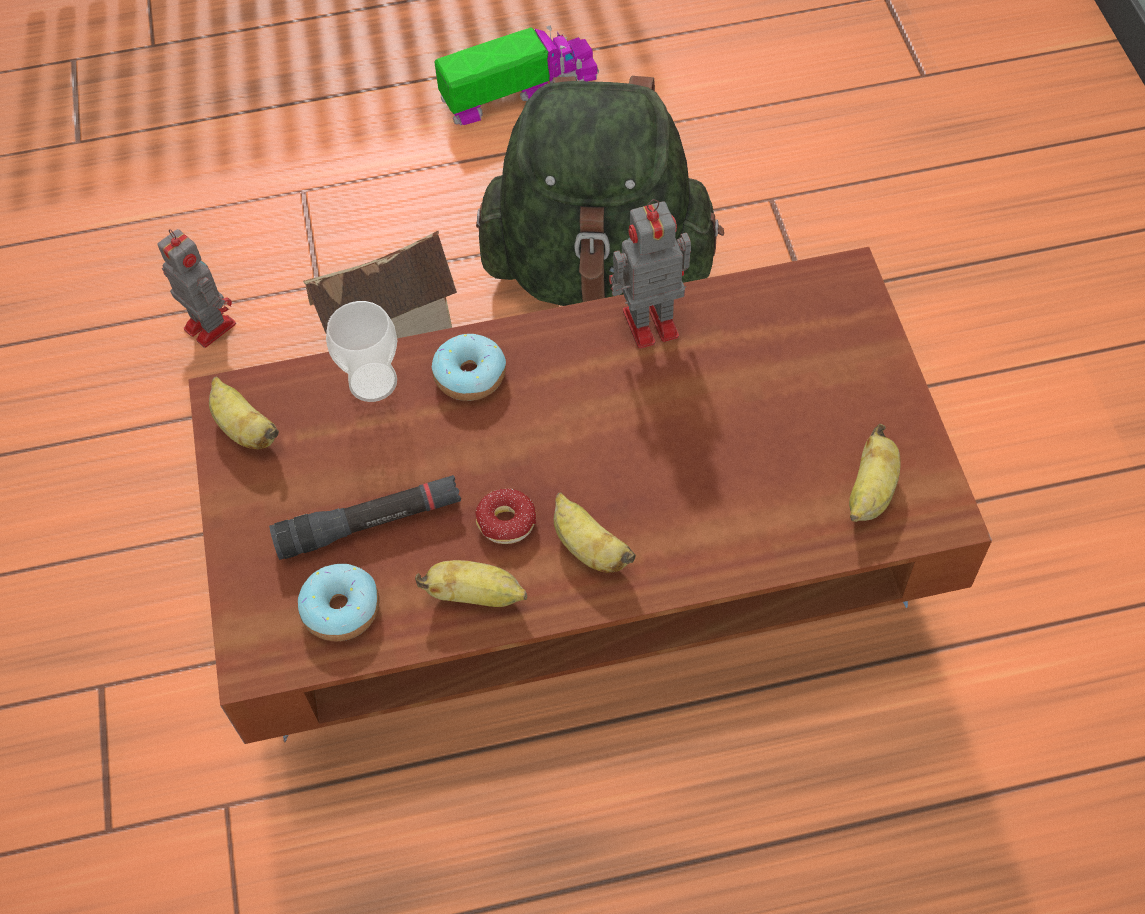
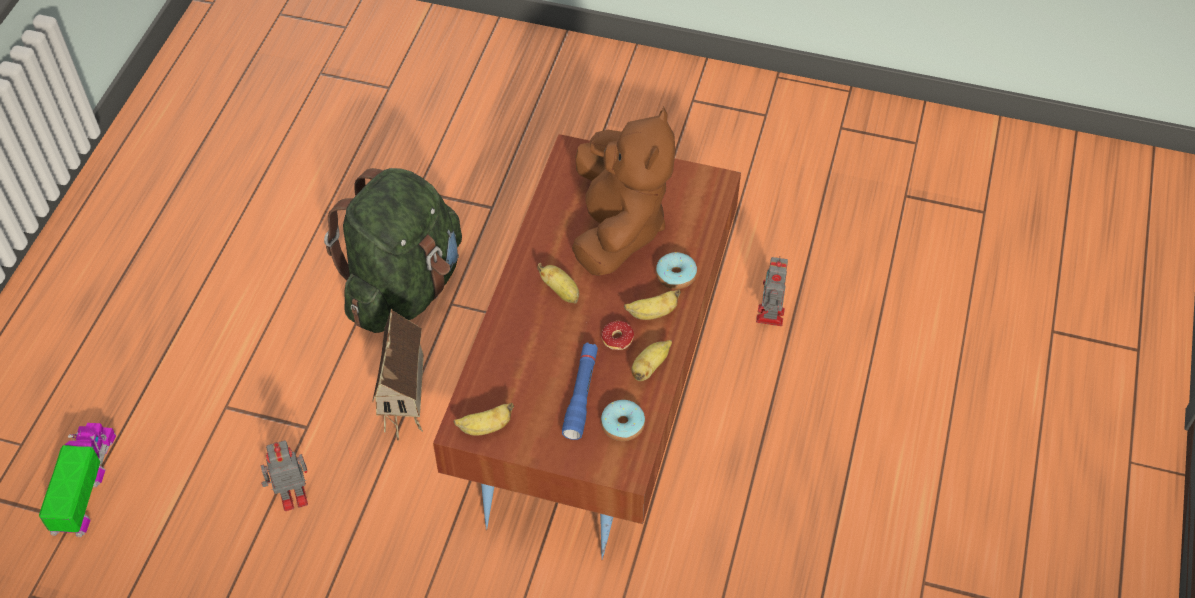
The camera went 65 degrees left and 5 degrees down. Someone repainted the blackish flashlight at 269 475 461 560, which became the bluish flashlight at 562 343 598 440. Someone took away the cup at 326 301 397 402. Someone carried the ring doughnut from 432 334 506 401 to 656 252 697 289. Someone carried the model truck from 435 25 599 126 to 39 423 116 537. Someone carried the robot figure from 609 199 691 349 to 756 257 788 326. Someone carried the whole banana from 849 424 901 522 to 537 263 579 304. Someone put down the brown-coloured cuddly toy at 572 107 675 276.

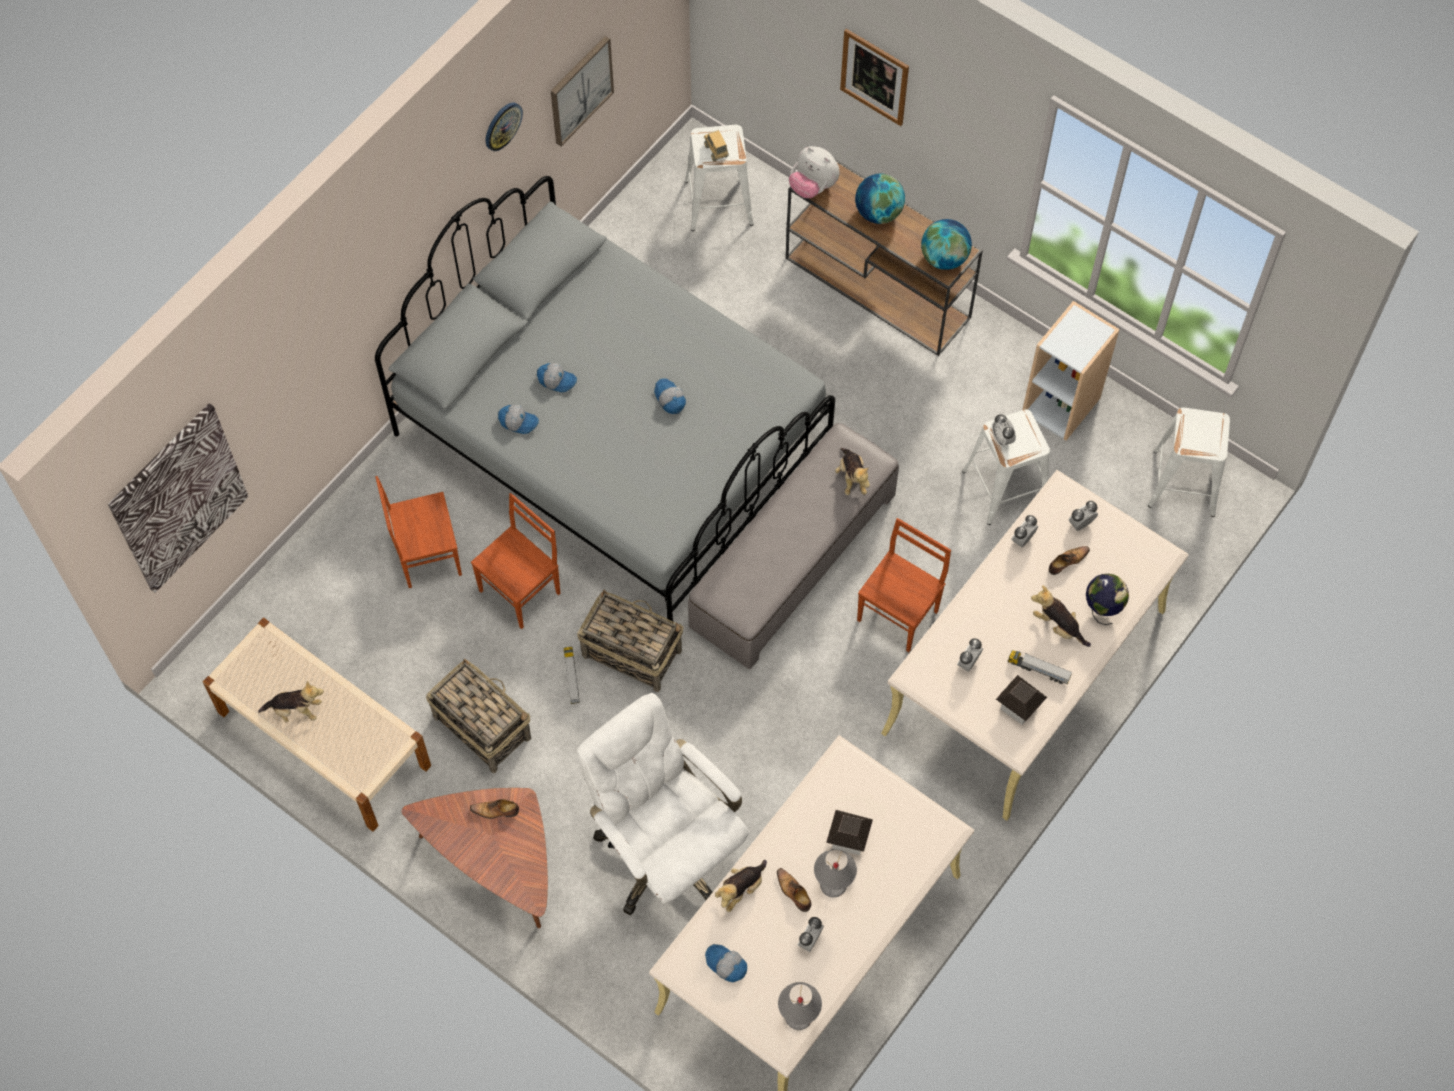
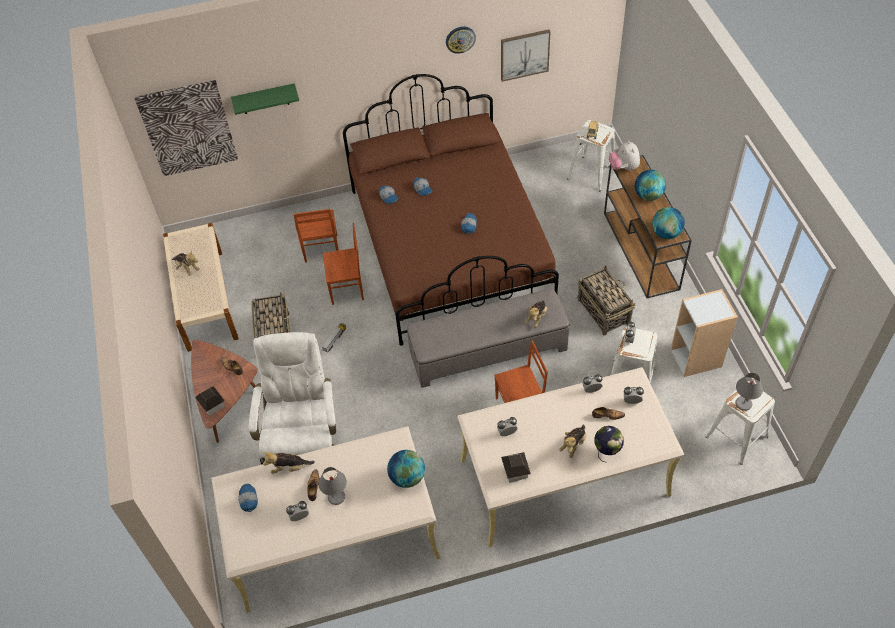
The camera went 40 degrees right and 10 degrees down. Someone repainted the greyish bed at 375 176 835 624, which became the brown-coloured bed at 343 74 559 346. Someone rotated the brown-coloured upright chair at 375 476 462 588 by 120 degrees counterclockwise. Someone carried the storage basket from 577 590 683 692 to 578 266 635 336. Someone carried the greyish tabletop lamp from 778 982 822 1030 to 735 373 763 411. Someone carried the model house from 826 810 873 855 to 195 386 224 416. Someone took away the picture at 840 29 909 126. Someone took away the model truck at 1008 650 1072 684. Someone rotated the cuddly toy at 1031 585 1091 647 by 135 degrees counterclockwise. Someone put up the green bracket shelf at 231 83 299 115. Someone put down the desk globe at 387 450 425 488.

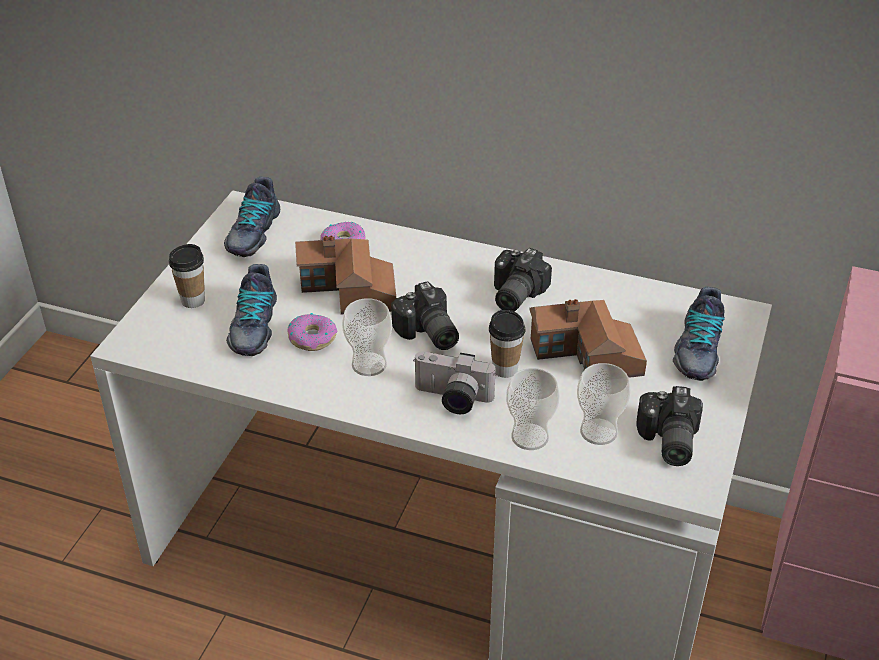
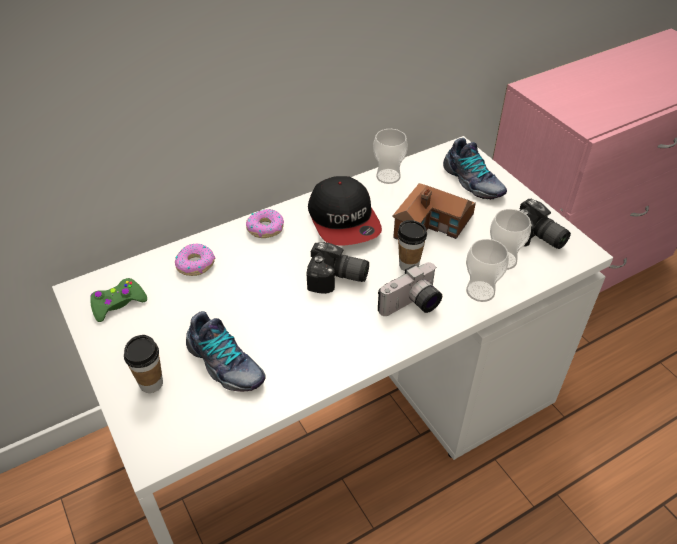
The camera went 50 degrees left and 5 degrees up. Someone swapped the shoe at 224 177 280 257 for the green gamepad at 90 278 147 322. Someone carried the ring doughnut from 287 313 337 351 to 246 209 284 238. Someone took away the model house at 295 236 396 315. Someone carried the cup from 342 298 392 376 to 373 129 408 184. Someone swapped the photo camera at 494 248 552 311 for the cap at 308 176 382 246.

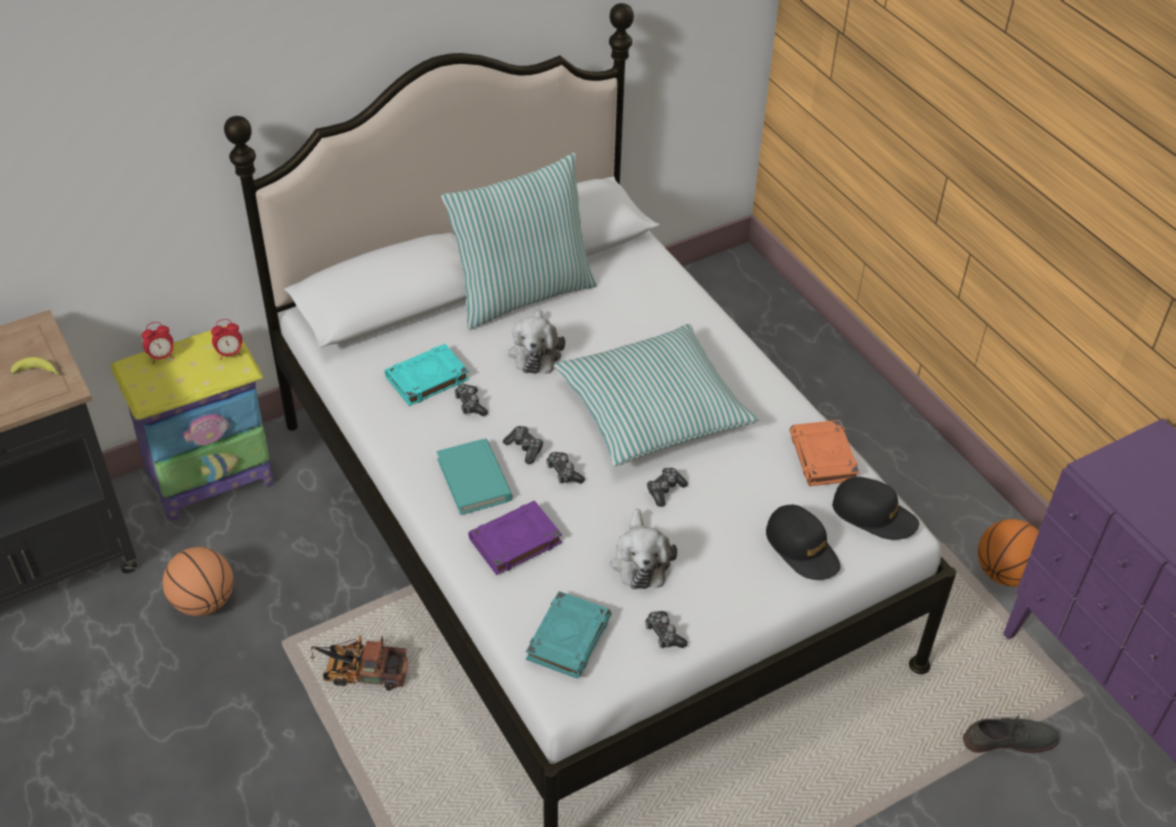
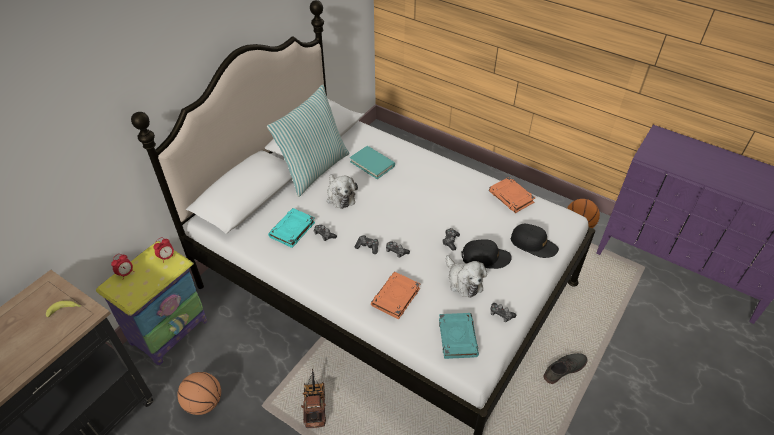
The camera went 25 degrees left and 0 degrees up. Someone rotated the model truck at 310 635 408 691 by 105 degrees clockwise. Someone carried the turquoise-coloured book from 437 438 513 515 to 350 146 395 179. Someone repainted the purplish book at 468 501 562 575, which became the orangey book at 371 272 420 320. Someone took away the pillow at 555 324 759 466. Someone carried the blackish cap from 832 477 919 540 to 461 239 512 269. Someone carried the greyish shoe from 963 715 1060 753 to 543 353 588 384.

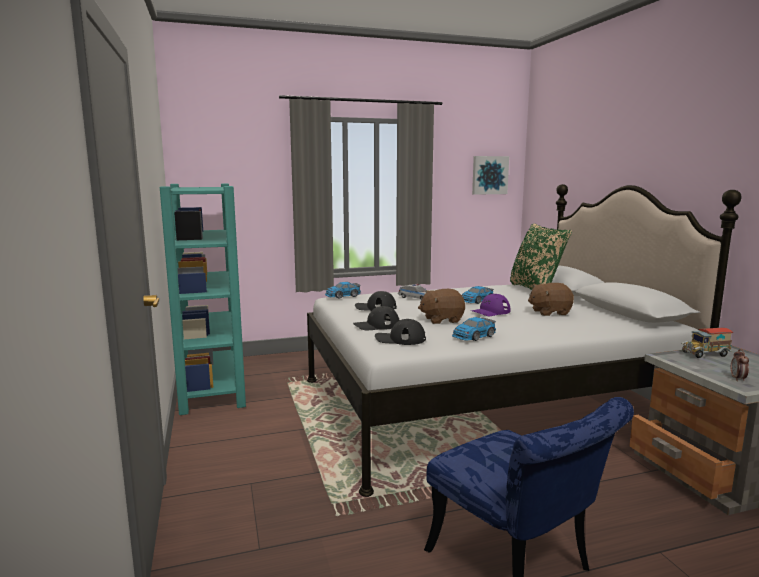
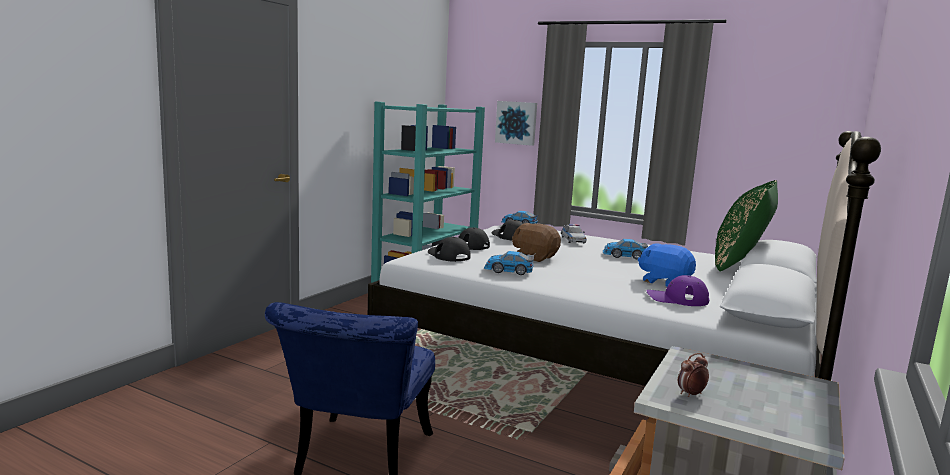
The camera went 45 degrees right and 0 degrees up. Someone carried the purplish cap from 471 294 510 316 to 647 275 710 306. Someone carried the picture from 472 156 509 195 to 495 101 537 146. Someone repainted the brown-coloured cuddly toy at 528 283 574 316, which became the bluish cuddly toy at 638 243 696 287. Someone took away the model truck at 682 328 733 358.

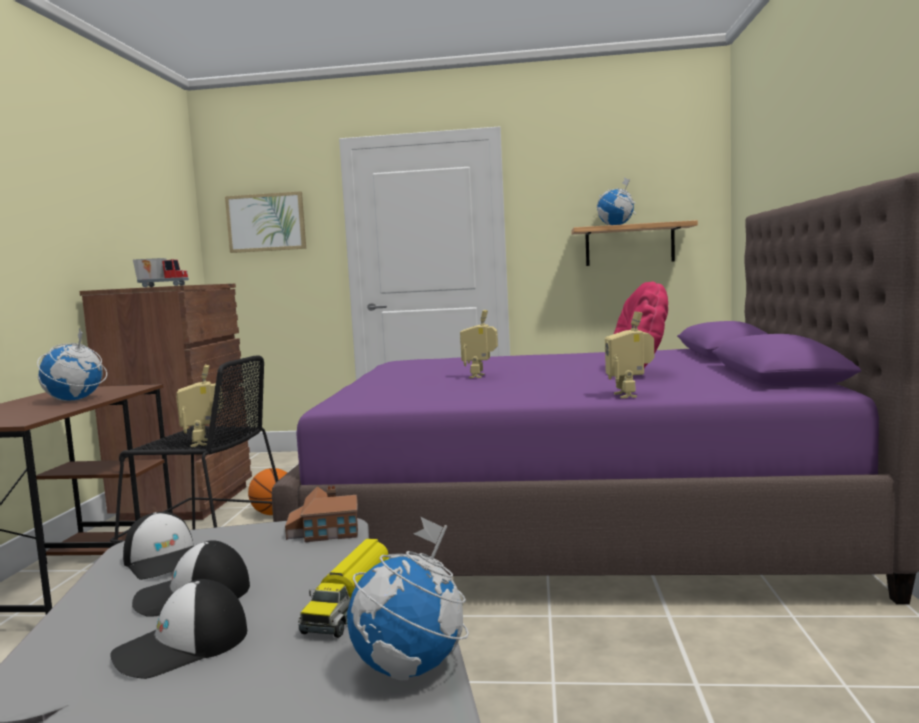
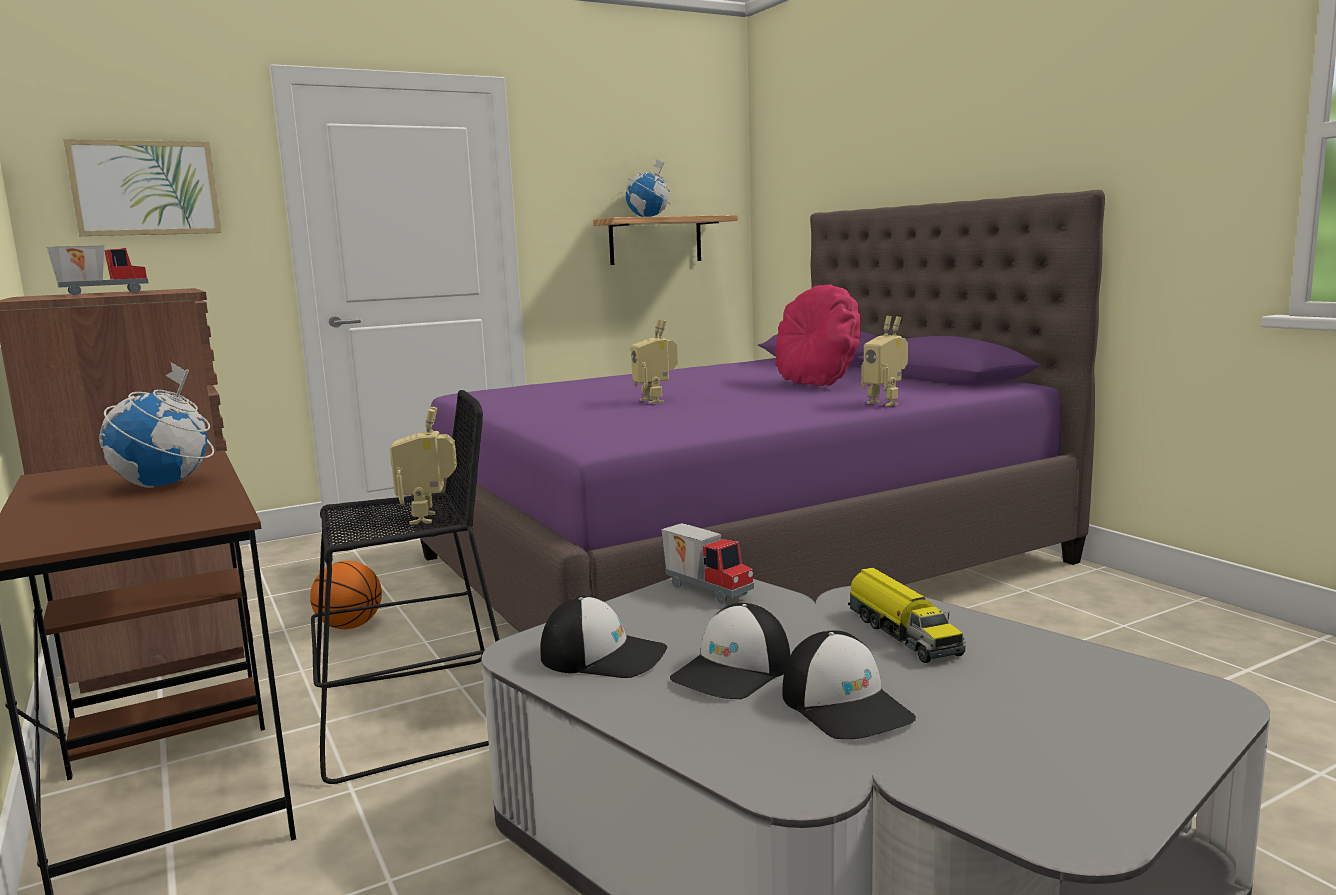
The camera went 35 degrees left and 5 degrees up. Someone rotated the cap at 110 579 247 679 by 45 degrees counterclockwise. Someone rotated the robot figure at 176 365 223 447 by 45 degrees clockwise. Someone swapped the model house at 285 486 358 542 for the model truck at 662 523 754 604. Someone took away the desk globe at 347 517 469 680.

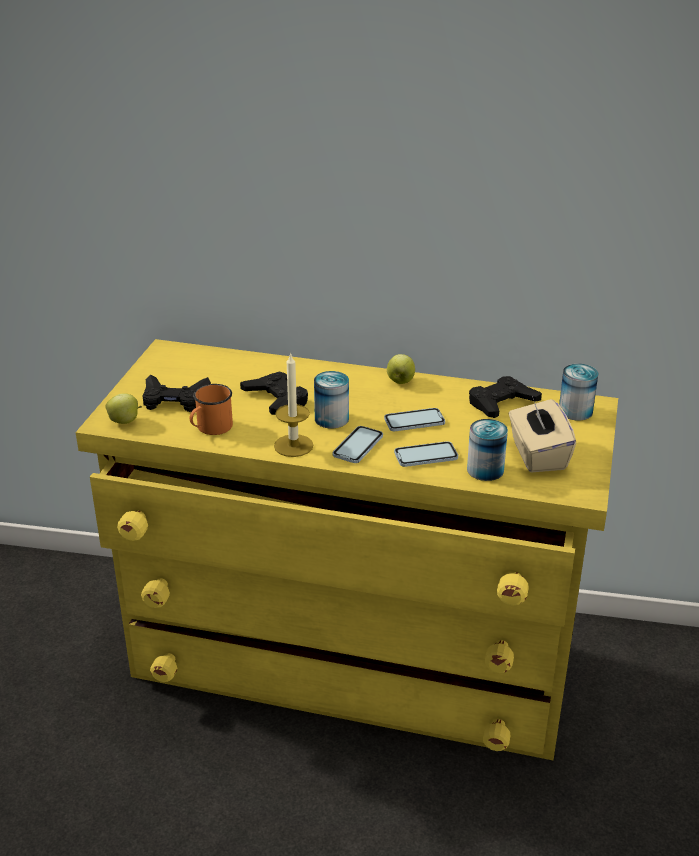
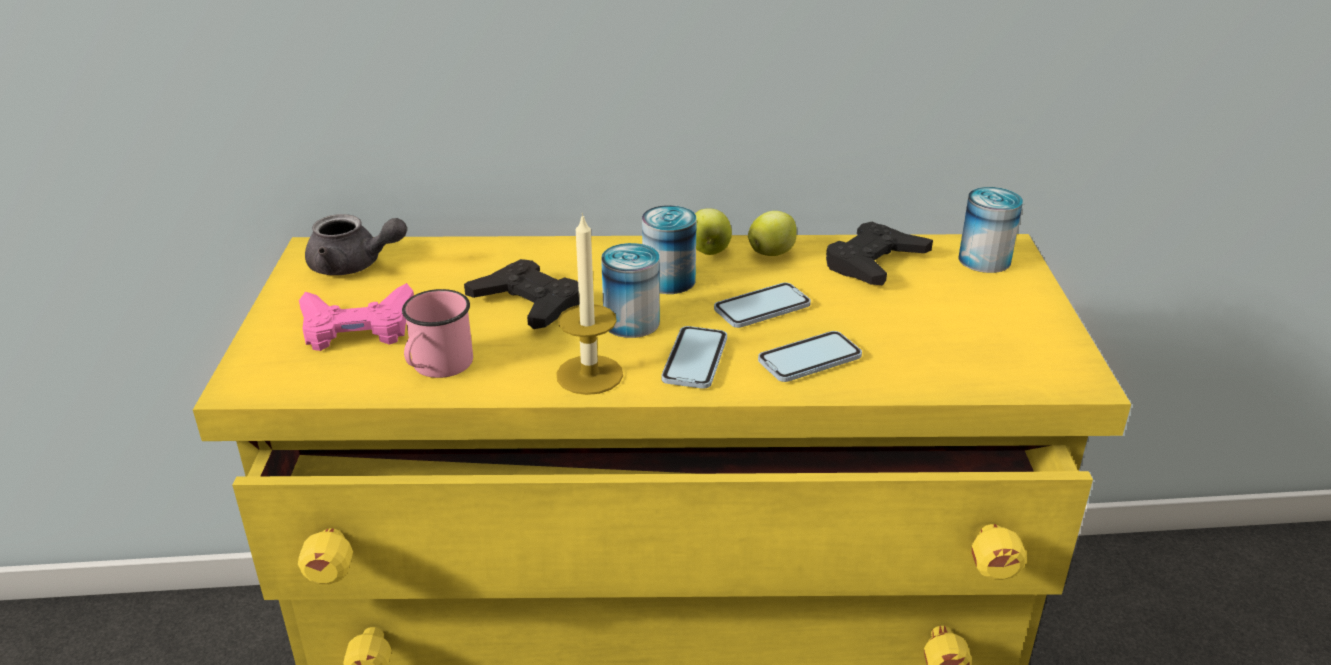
The camera went 15 degrees left and 0 degrees up. Someone carried the whole apple from 105 393 142 424 to 748 211 797 256. Someone repainted the blackish gamepad at 143 375 211 412, which became the pink-coloured gamepad at 299 283 414 351. Someone repainted the orangey mug at 190 384 233 435, which became the pink-coloured mug at 402 289 473 378. Someone carried the can from 467 419 508 481 to 642 205 697 294. Someone took away the beige-coloured box of tissues at 508 396 576 472. Someone put down the greyish teapot at 305 214 407 275.

